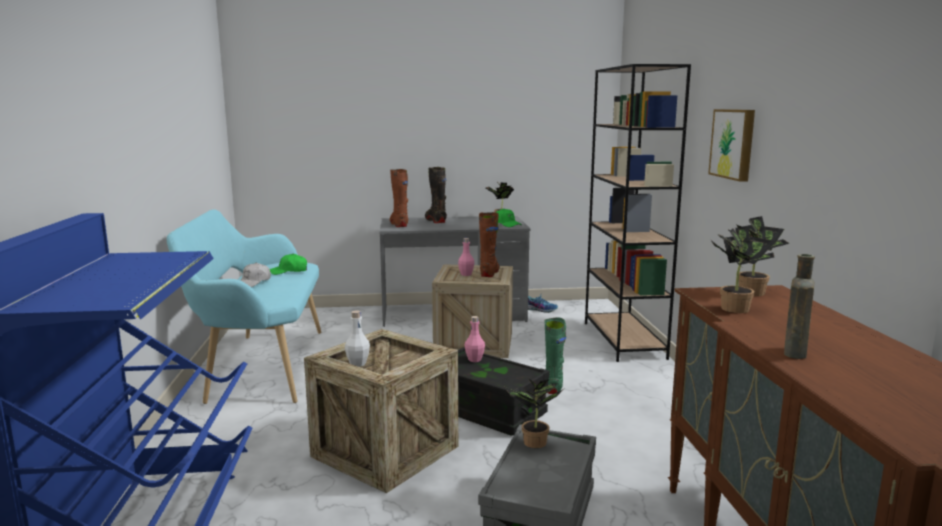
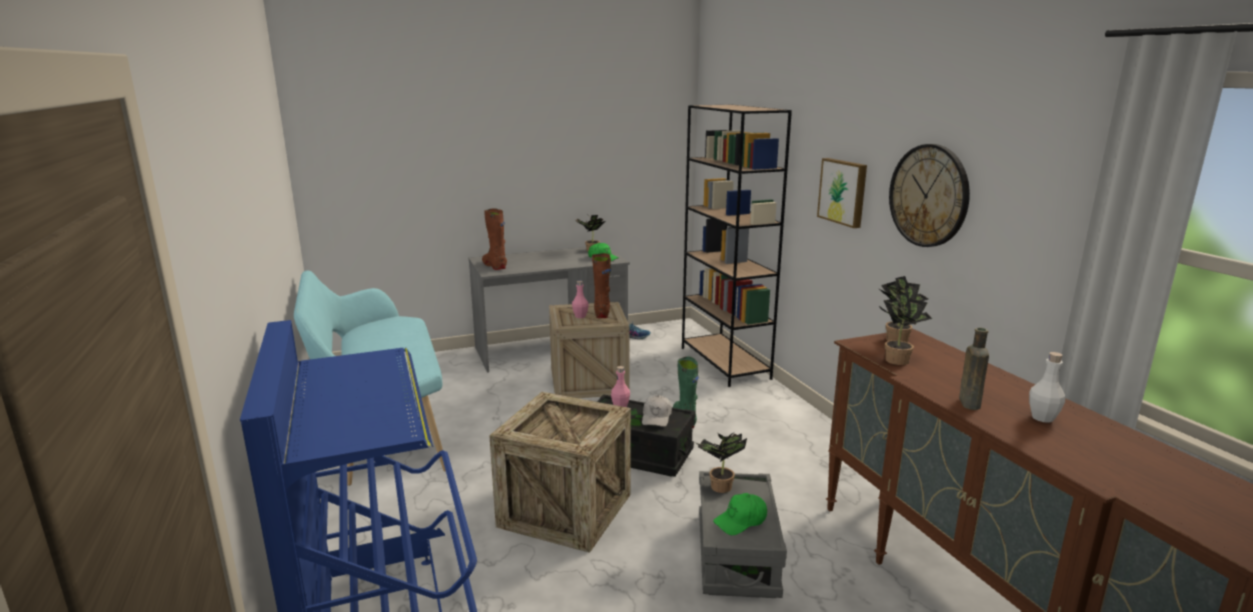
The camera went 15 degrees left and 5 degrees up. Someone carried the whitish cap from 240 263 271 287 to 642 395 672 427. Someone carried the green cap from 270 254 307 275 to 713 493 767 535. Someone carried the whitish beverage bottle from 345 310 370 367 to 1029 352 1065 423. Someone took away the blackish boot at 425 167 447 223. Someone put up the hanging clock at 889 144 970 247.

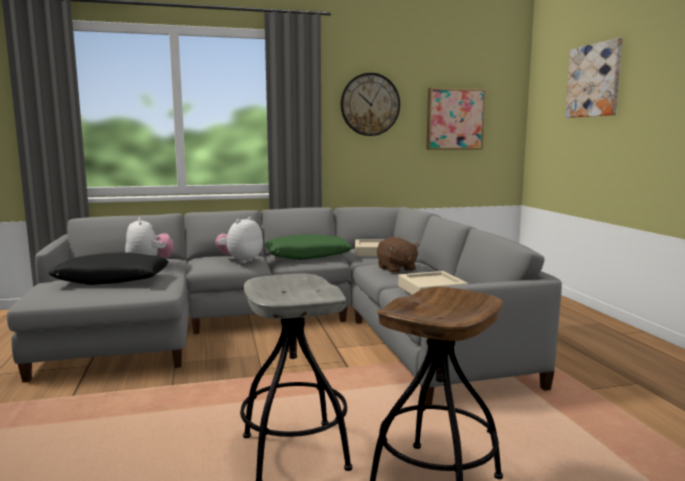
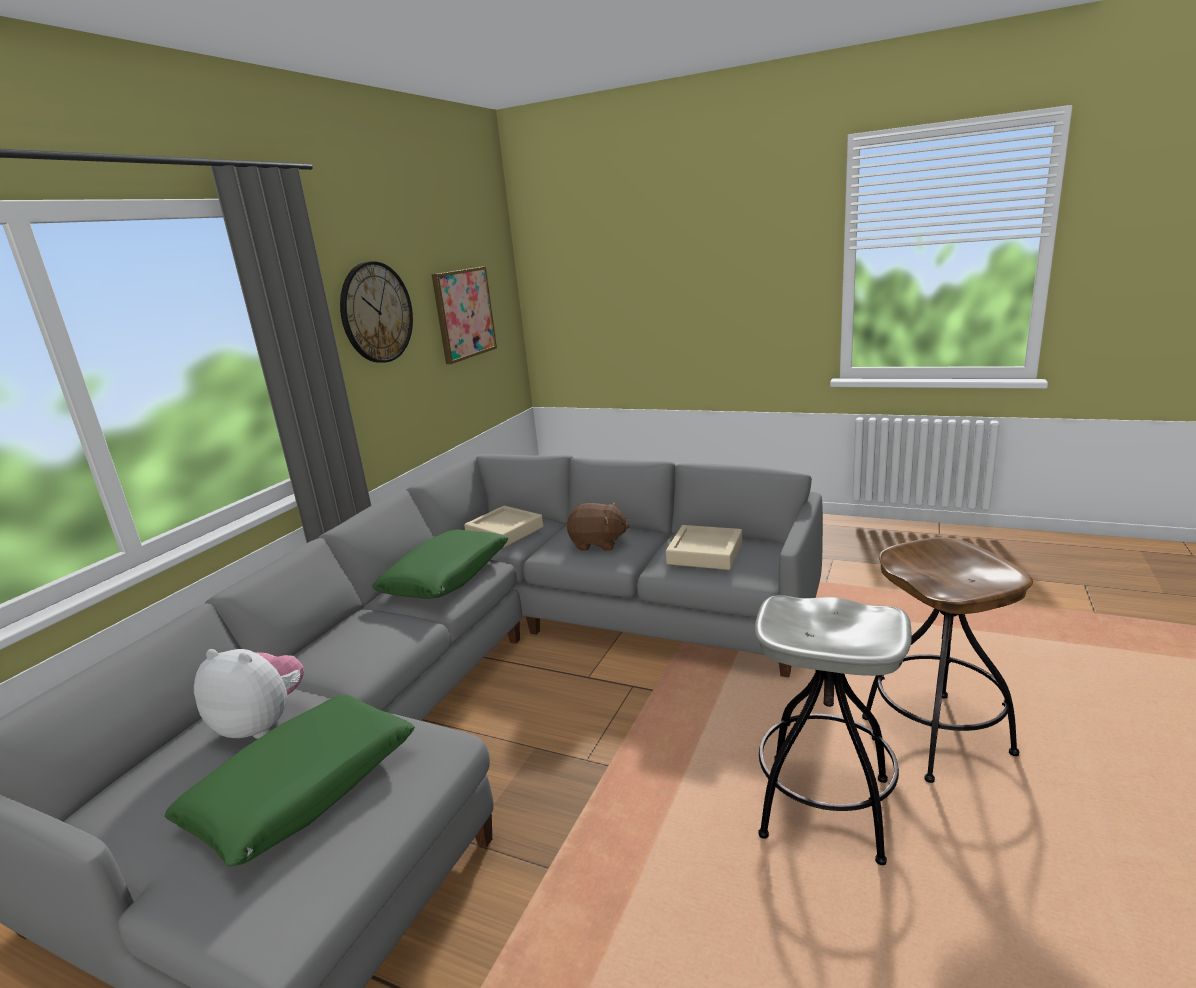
The camera went 50 degrees left and 10 degrees up. Someone repainted the blackish pillow at 49 253 168 285, which became the green pillow at 164 695 415 867. Someone took away the cuddly toy at 215 216 263 263. Someone took away the picture at 565 38 623 118.

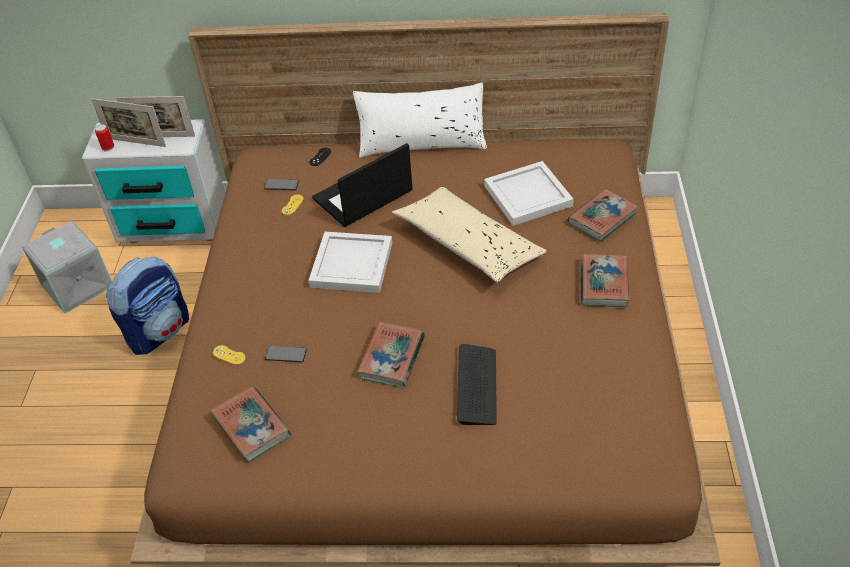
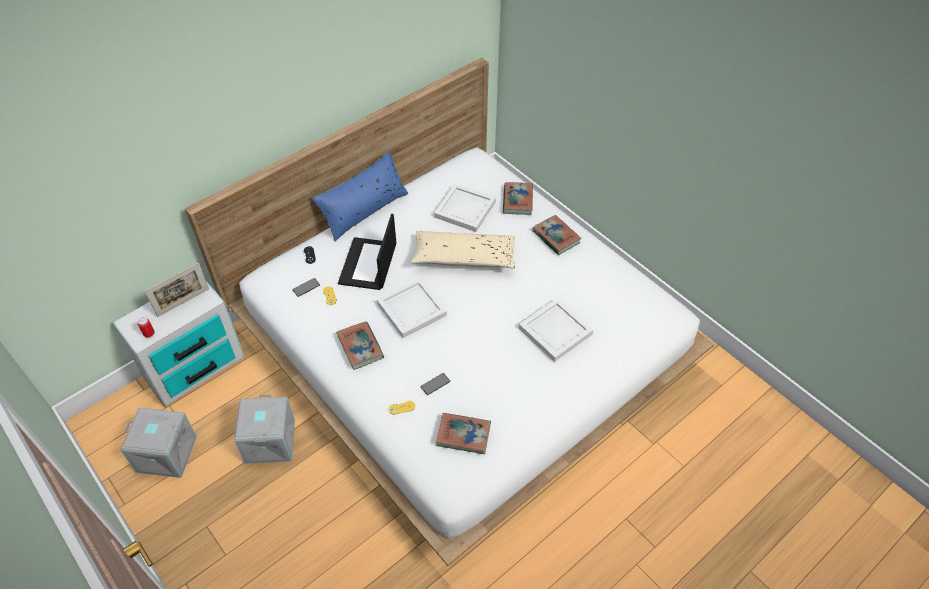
The camera went 45 degrees left and 5 degrees up. Someone took away the picture frame at 91 98 166 147. Someone swapped the knapsack at 106 256 189 355 for the greyish storage container at 234 394 295 464. Someone repainted the brown-coloured bed at 130 13 720 566, which became the whitish bed at 185 58 714 566. Someone repainted the whitish pillow at 353 83 487 157, which became the bluish pillow at 313 151 408 241. Someone carried the book from 357 322 425 387 to 336 321 384 370. Someone swapped the keyboard at 457 344 497 425 for the whitish serving tray at 519 298 593 362.

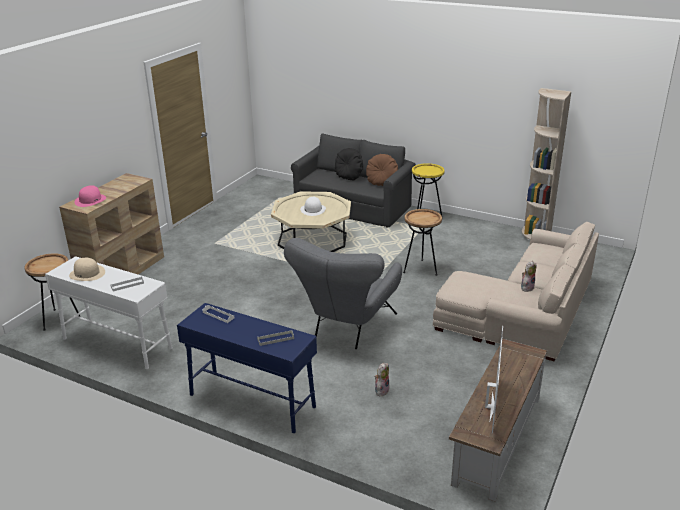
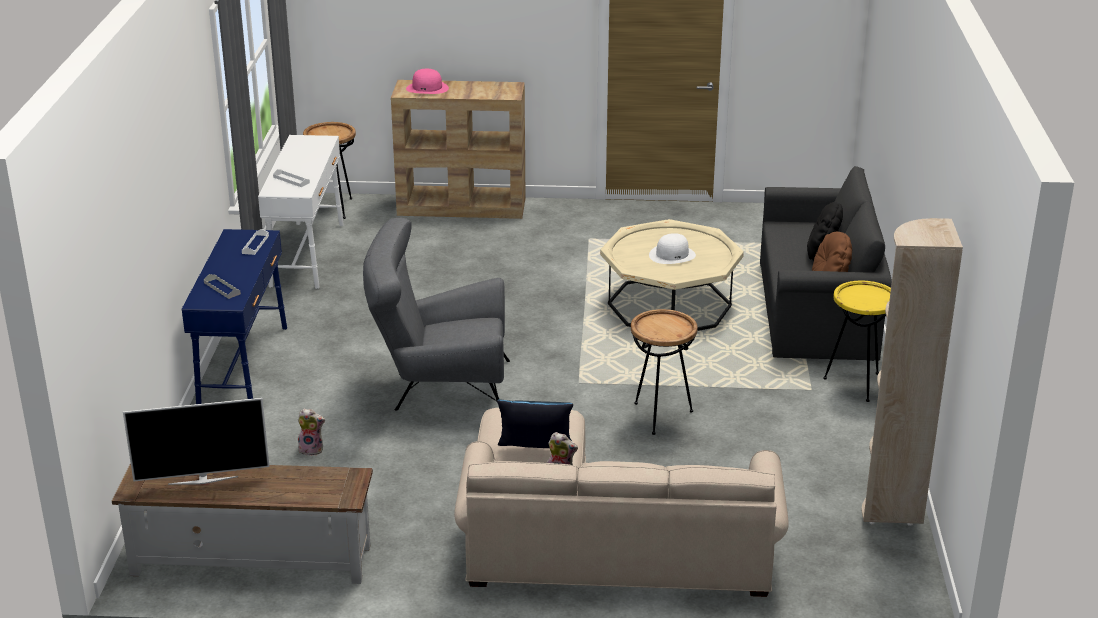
The camera went 65 degrees right and 0 degrees up. Someone took away the beige-coloured clothing hat at 69 258 105 281. Someone put down the bluish pillow at 497 400 573 448.

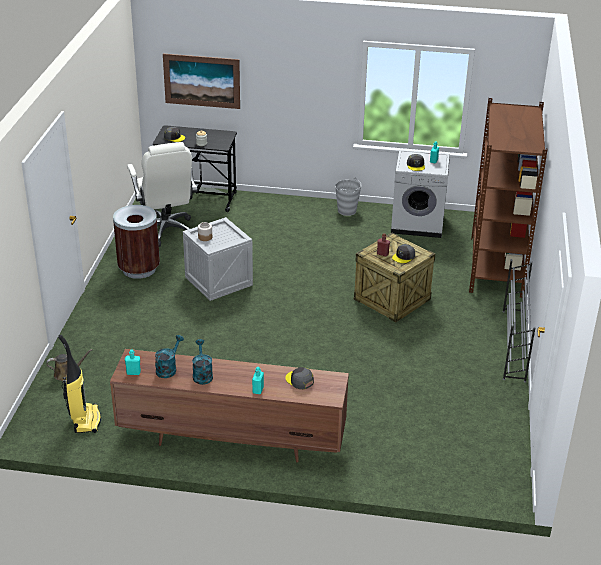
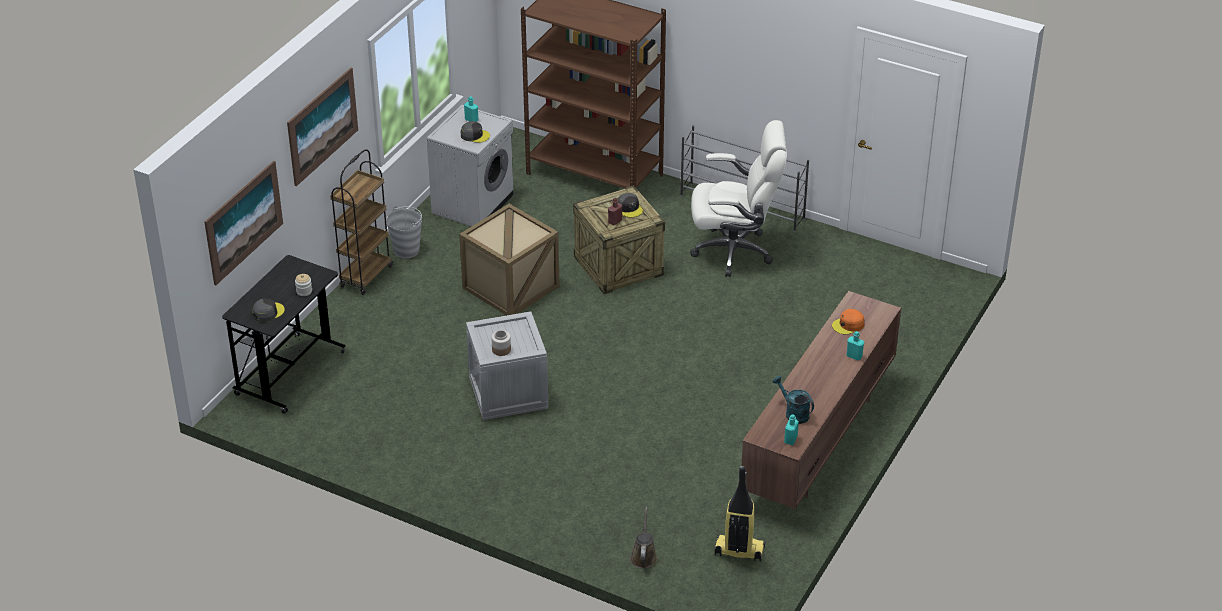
The camera went 70 degrees left and 5 degrees up. Someone took away the brown-coloured waste bin at 113 205 160 279. Someone carried the whitish computer chair from 127 142 197 247 to 690 120 787 277. Someone took away the turquoise-coloured watering pot at 192 339 213 385. Someone repainted the greyish cap at 285 367 314 389, which became the orangey cap at 832 309 864 335. Someone put up the picture at 287 68 358 186. Someone put down the brown-coloured cart at 330 149 394 295. Someone put down the crate at 459 204 559 316.

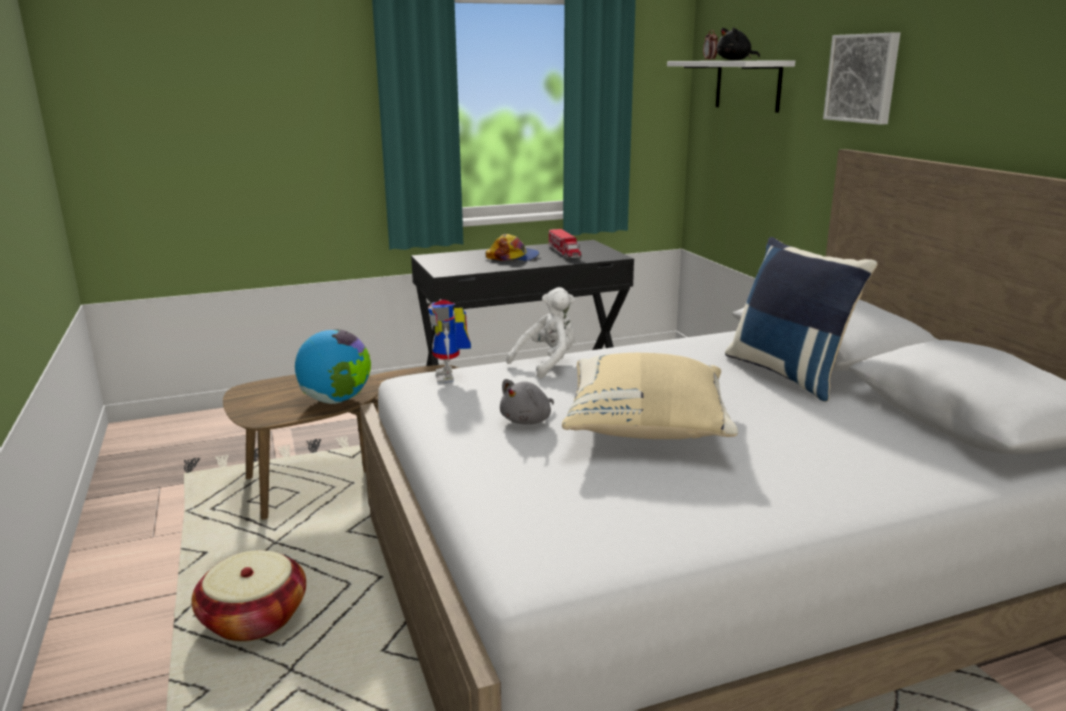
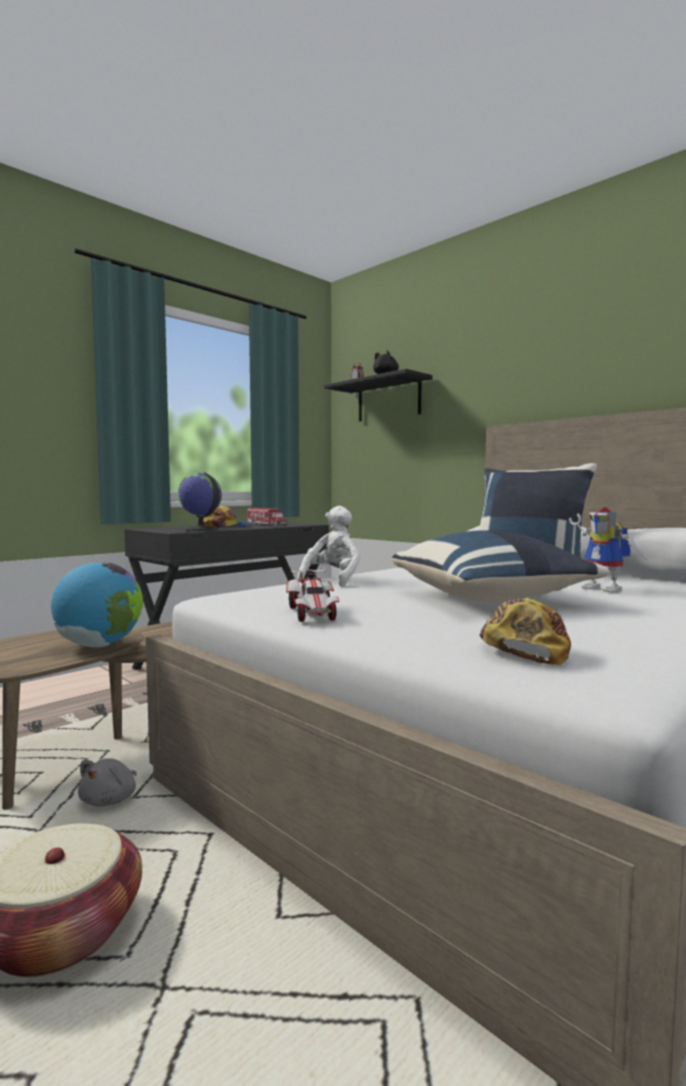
The camera went 25 degrees left and 15 degrees down. Someone carried the robot figure from 428 299 471 383 to 569 507 649 593. Someone carried the greyish cuddly toy from 500 379 554 424 to 78 758 137 806. Someone repainted the beige-coloured pillow at 562 353 738 439, which became the bluish pillow at 392 530 610 601. Someone repainted the whitish bracket shelf at 667 60 795 113, which became the blackish bracket shelf at 324 369 433 421. Someone took away the picture at 823 33 900 125. Someone put down the desk globe at 178 472 222 531. Someone put down the toy car at 286 566 339 622. Someone put down the cap at 479 599 571 665.

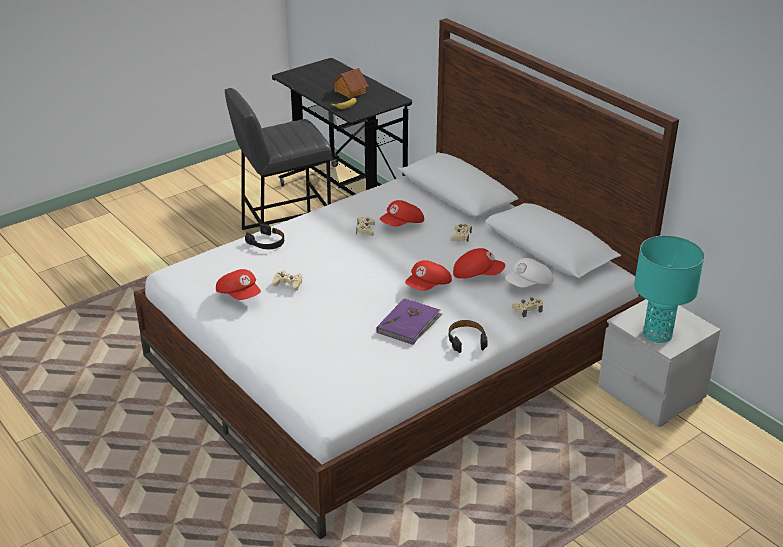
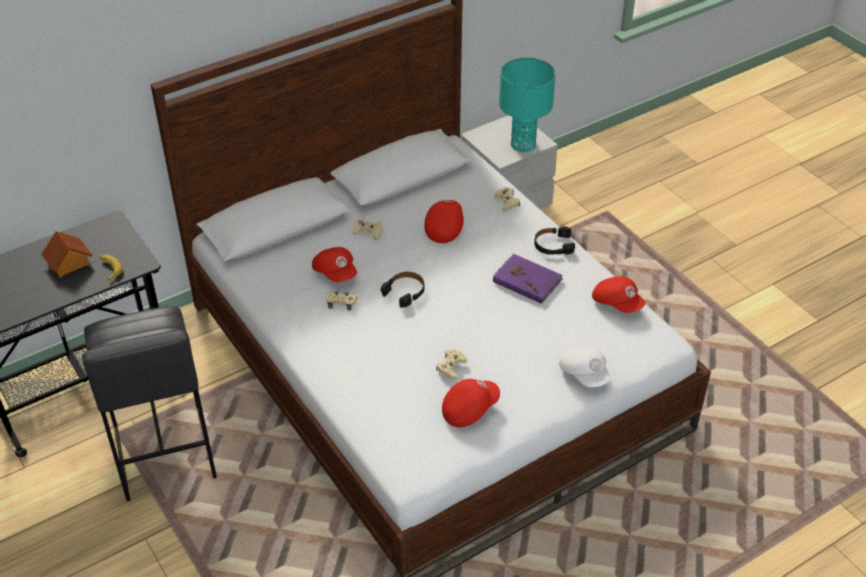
The camera went 85 degrees left and 10 degrees up. Someone carried the blackish headset from 245 224 284 249 to 381 272 424 308. Someone carried the red cap from 405 260 452 291 to 592 276 645 313. Someone carried the whitish cap from 505 258 554 287 to 559 346 611 387.

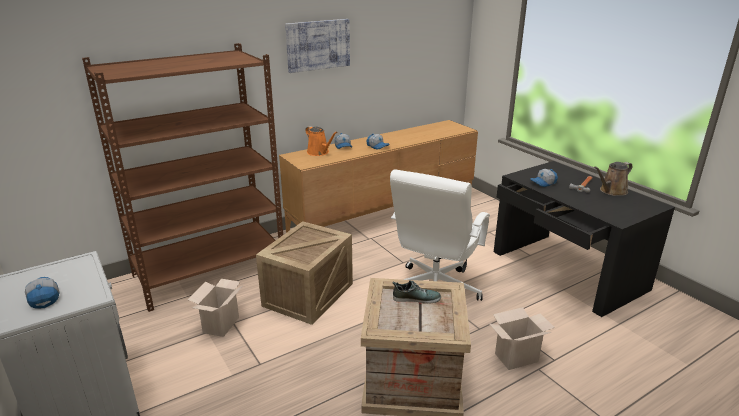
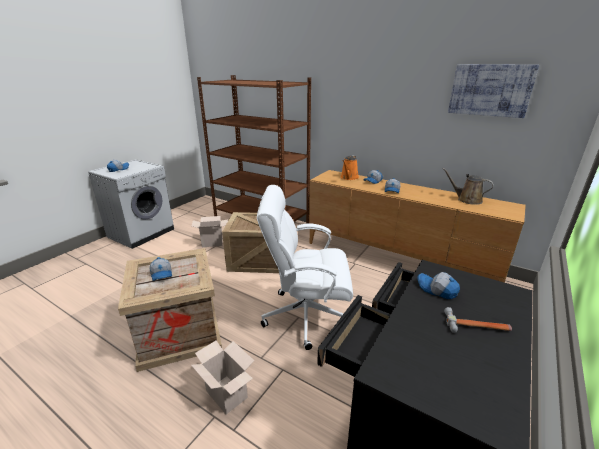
The camera went 65 degrees right and 0 degrees up. Someone carried the picture from 285 19 350 73 to 448 64 539 118. Someone took away the shoe at 393 280 441 304. Someone carried the brown-coloured watering pot from 594 162 632 196 to 442 168 494 205. Someone put down the cap at 149 257 172 281.

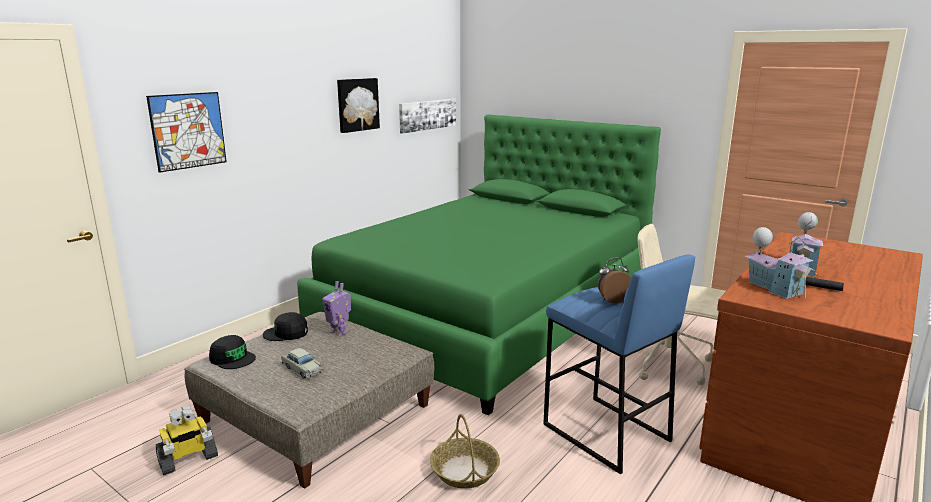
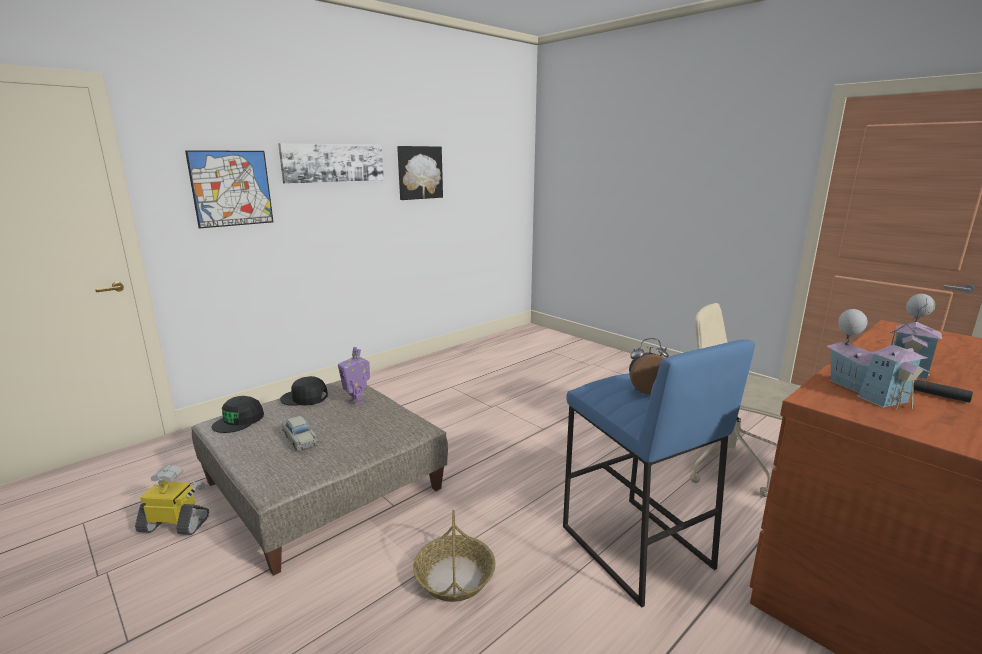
The camera went 10 degrees right and 0 degrees up. Someone rotated the robot figure at 156 406 218 475 by 150 degrees counterclockwise. Someone rotated the blackish cap at 209 335 256 369 by 75 degrees clockwise. Someone took away the green bed at 297 114 661 415. Someone carried the picture from 399 99 456 134 to 278 143 384 184.

